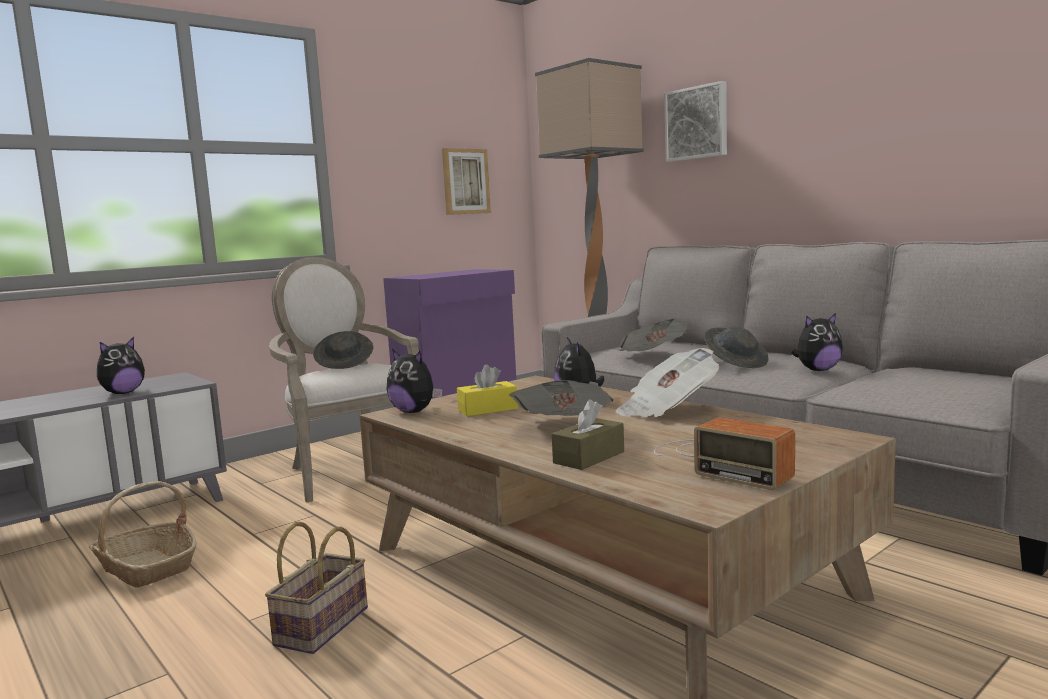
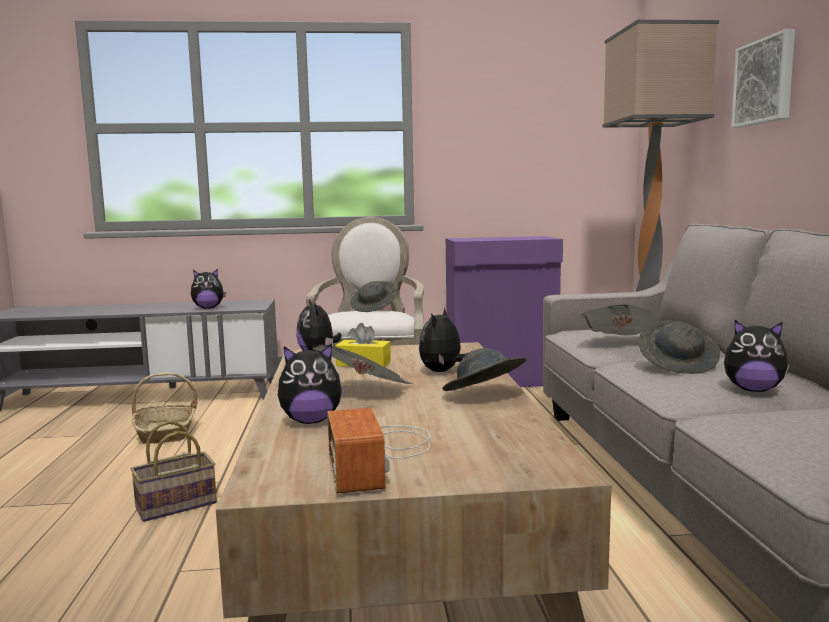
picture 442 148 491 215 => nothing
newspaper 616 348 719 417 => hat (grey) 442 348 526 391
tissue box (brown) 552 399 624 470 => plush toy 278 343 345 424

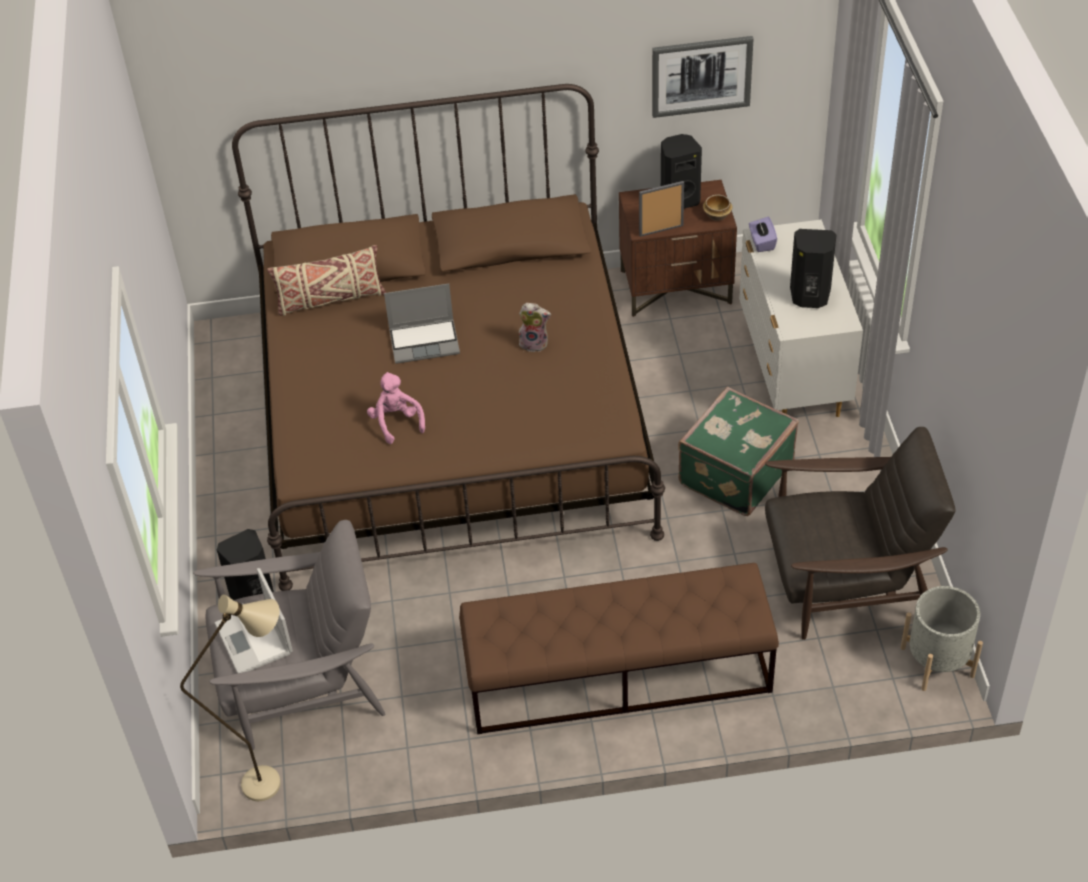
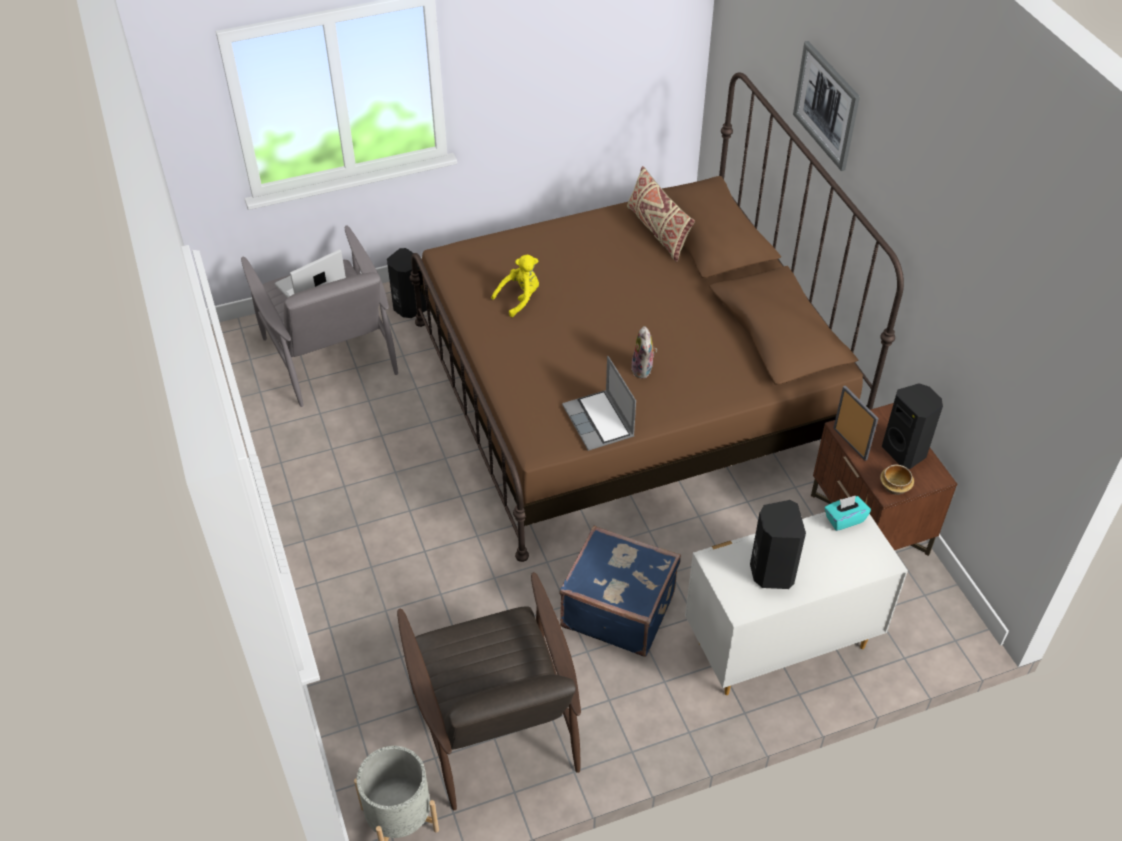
picture 652 36 754 118 => picture 793 41 860 171, relocated
tissue box (purple) 749 217 777 252 => tissue box (turquoise) 824 495 871 531
laptop 384 283 460 364 => laptop 562 356 636 451, relocated
plush toy (pink) 367 372 425 444 => plush toy (yellow) 491 255 539 317
suitcase (green) 678 387 799 516 => suitcase (blue) 559 525 681 657
bench (brown) 459 563 779 734 => nothing
floor lamp (beige) 180 594 281 801 => nothing

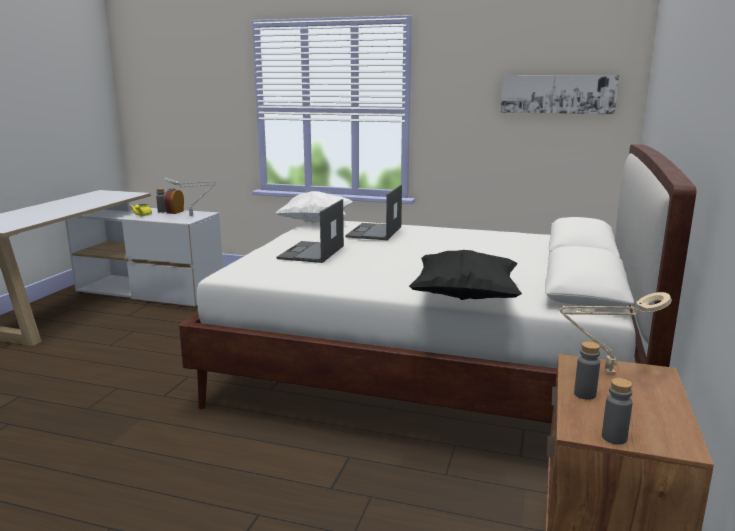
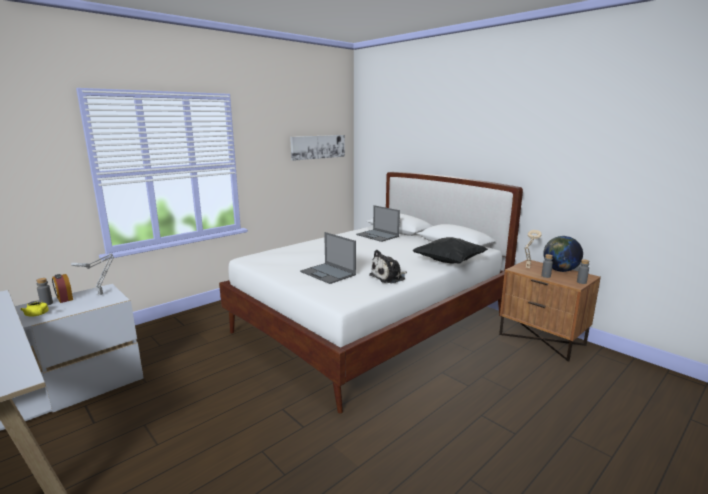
laptop 345 185 402 240 => laptop 356 205 400 242, relocated
pillow (white) 276 191 353 223 => nothing
nothing => globe 543 236 583 272
nothing => plush toy 369 250 407 283

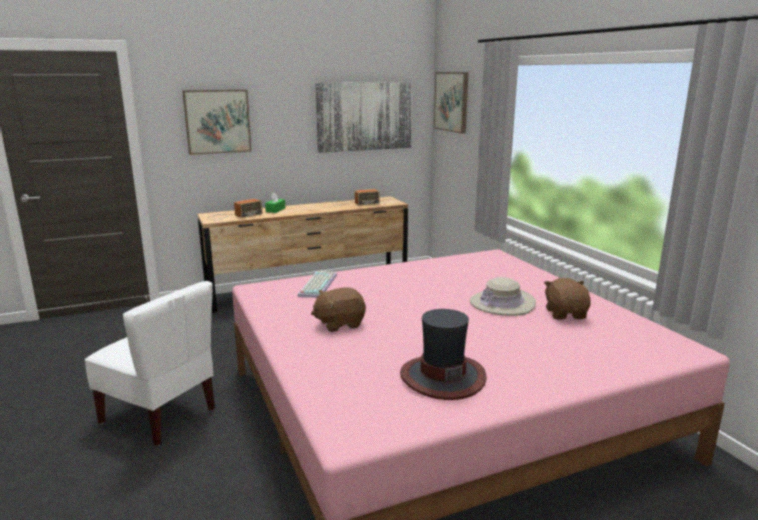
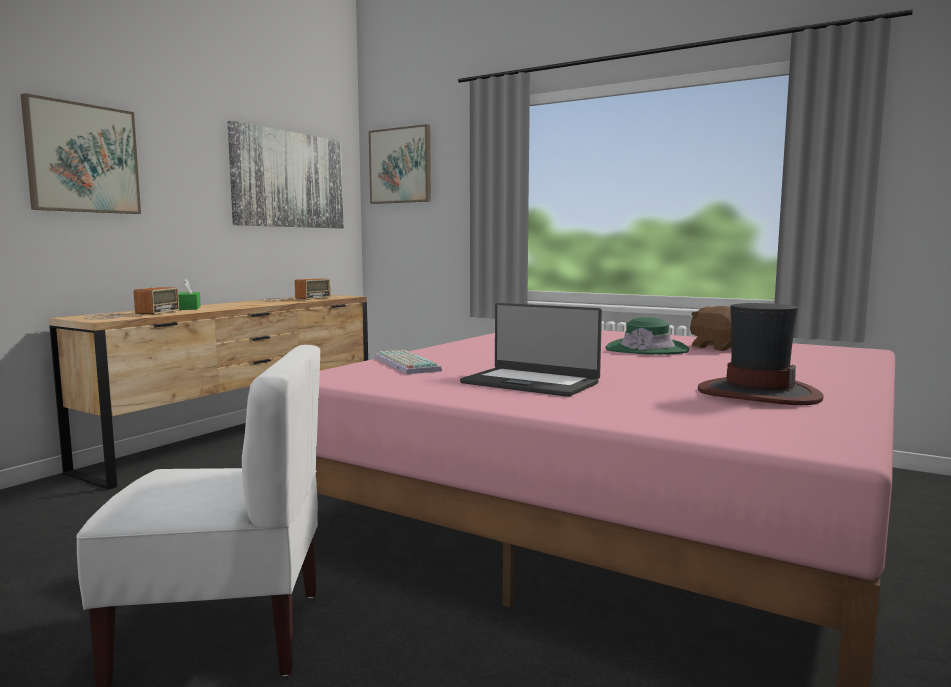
hat (beige) 470 277 536 316 => hat (green) 606 317 689 355
plush toy (brown) 311 287 366 332 => laptop 460 303 602 397

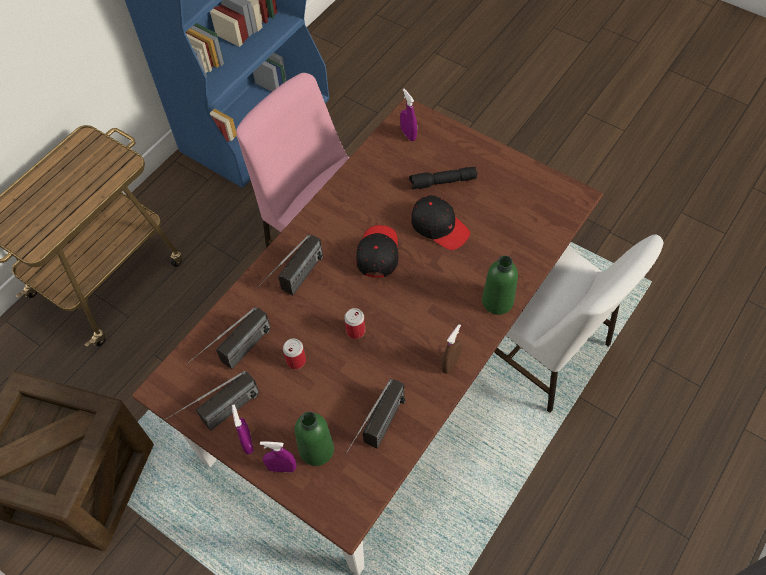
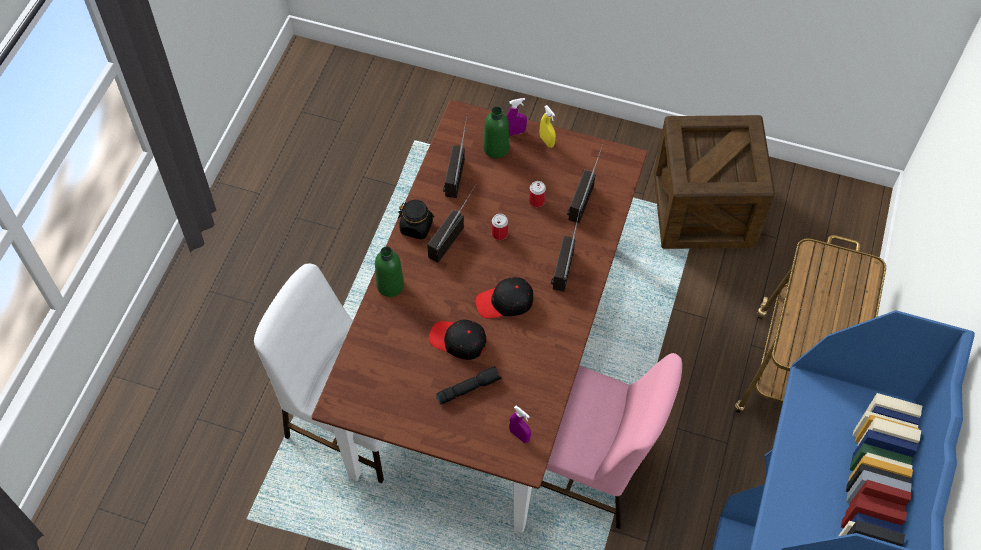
cap (black) 356 225 399 278 => cap (black) 475 277 533 318, 90 degrees clockwise
spray bottle (brown) 441 324 462 374 => jar (black) 398 200 434 240
radio 160 371 259 431 => radio 427 184 477 263, relocated
spray bottle (purple) 232 405 254 454 => spray bottle (yellow) 540 105 556 148

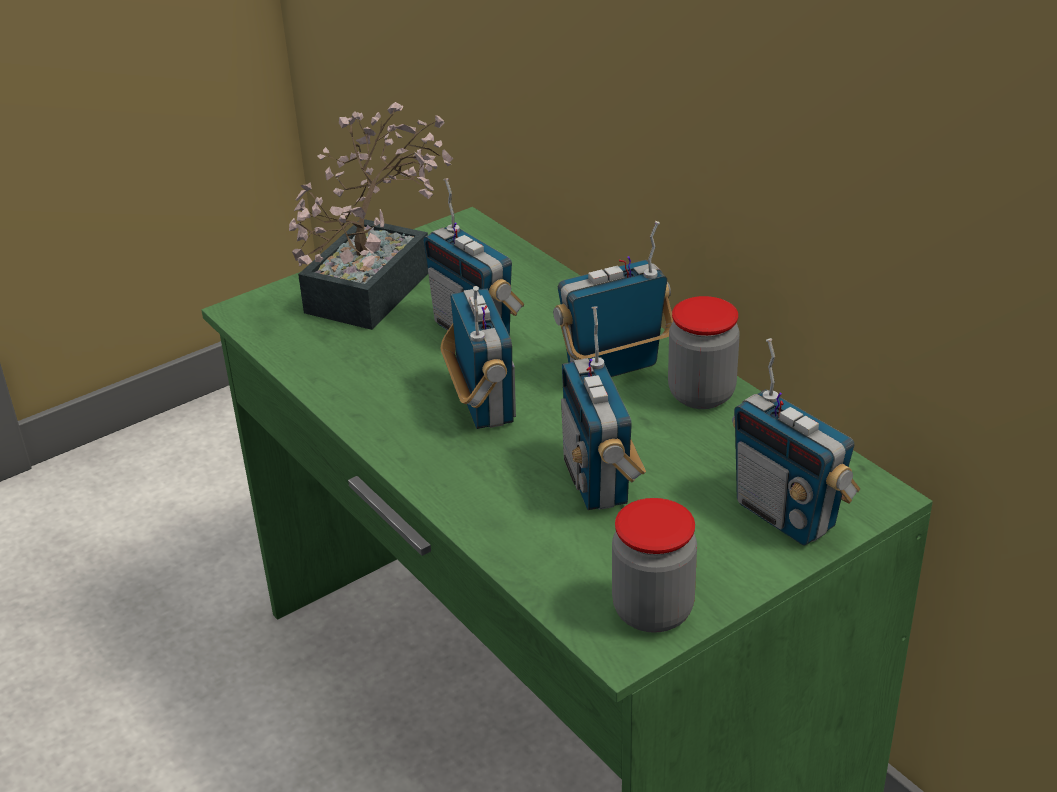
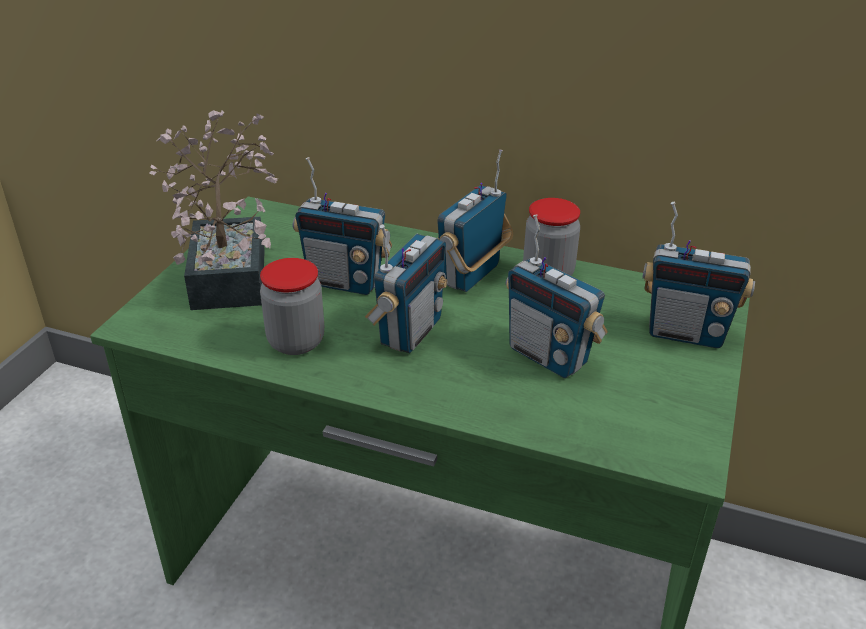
radio 441 286 516 429 => radio 365 224 448 353, 75 degrees clockwise
jar 612 498 697 633 => jar 260 258 324 355, relocated

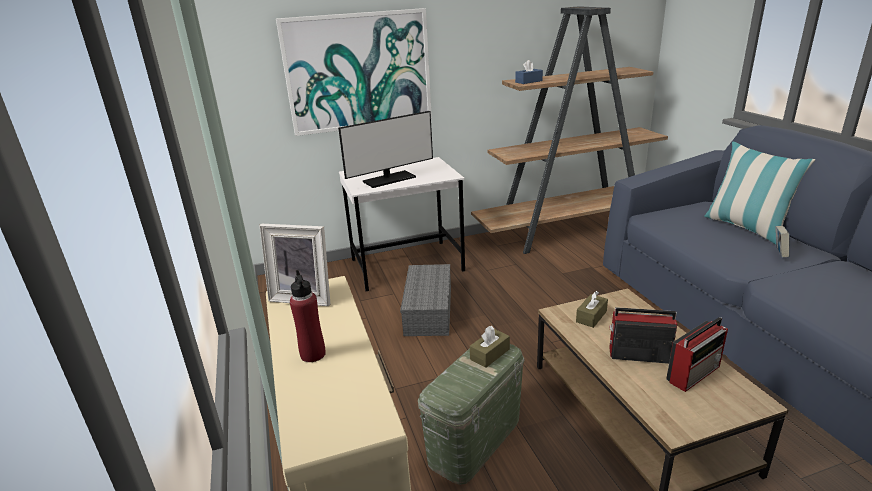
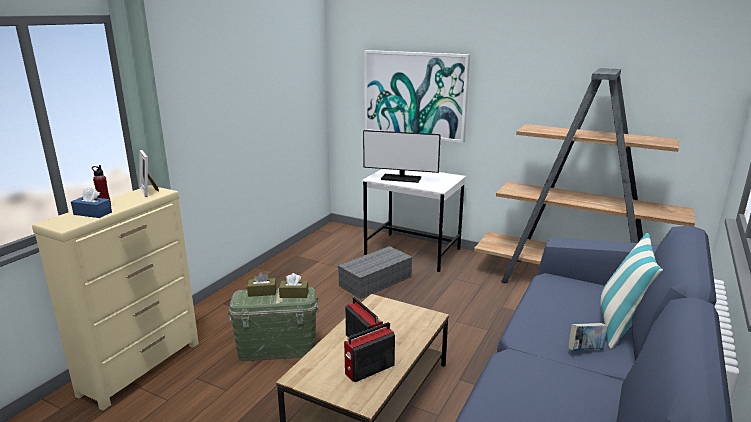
tissue box (blue) 515 60 543 84 => tissue box (blue) 71 187 112 218, relocated
tissue box (brown) 576 291 608 328 => tissue box (brown) 247 272 276 297, relocated
radio 666 317 728 392 => radio 344 322 395 382, 135 degrees clockwise

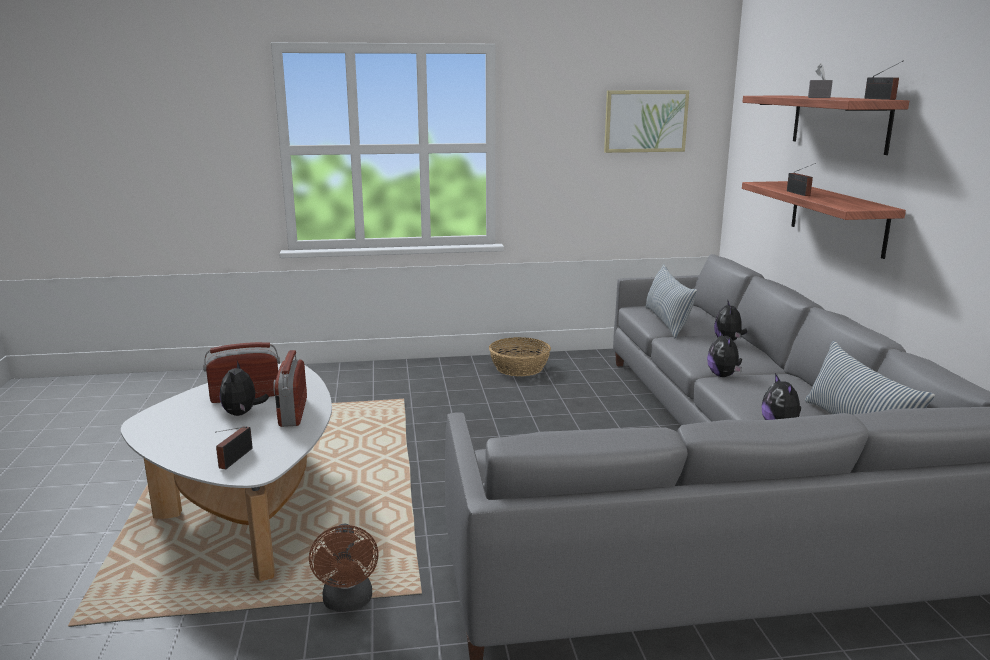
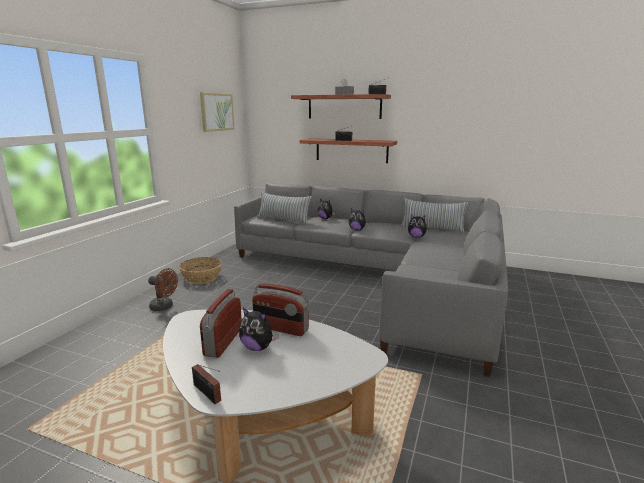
radio 215 426 253 469 => radio 192 364 221 404, relocated
fan (brown) 309 523 379 612 => fan (brown) 148 268 178 311, relocated

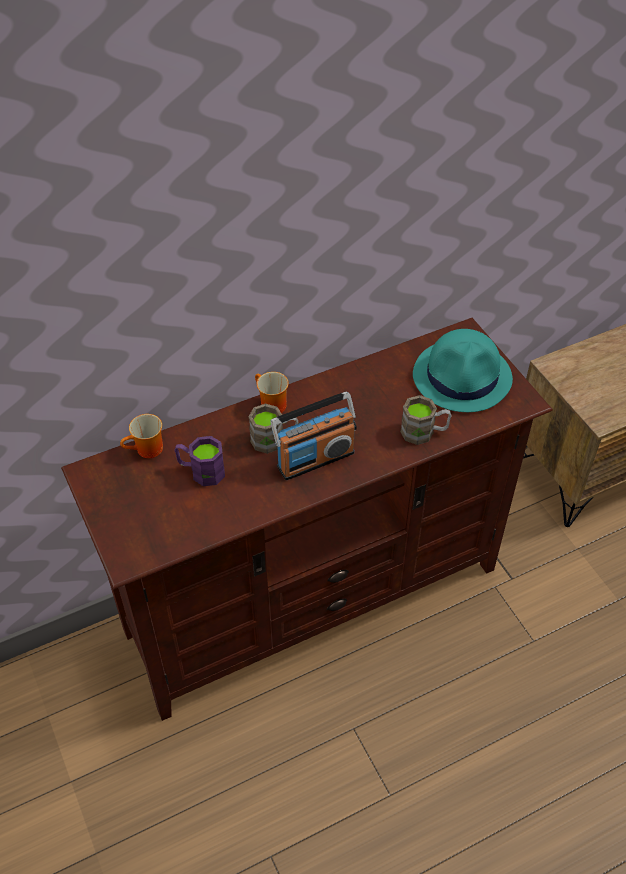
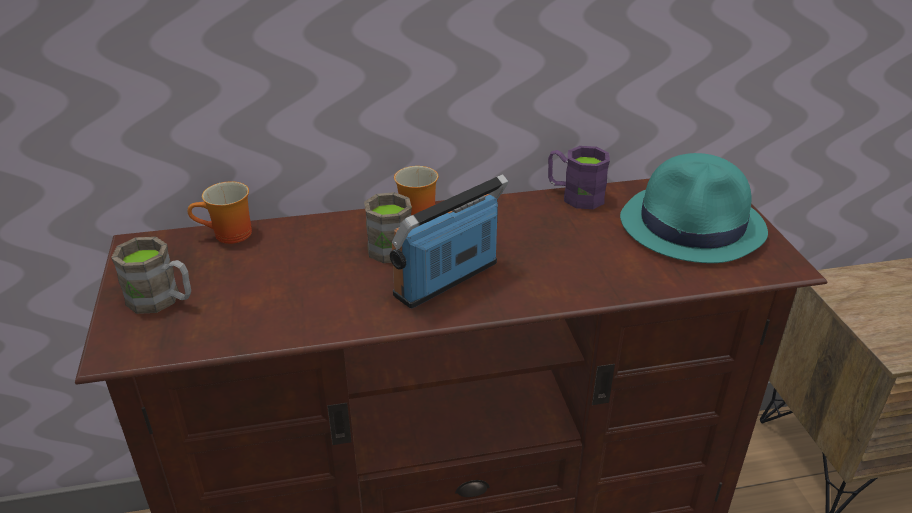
radio 270 392 357 480 => radio 390 174 509 308, 150 degrees clockwise
mug (brown) 400 395 452 445 => mug (brown) 111 237 191 314, relocated
mug (purple) 174 436 225 486 => mug (purple) 548 146 610 209, relocated

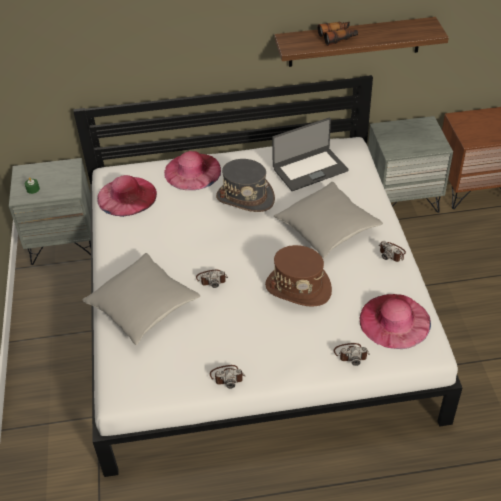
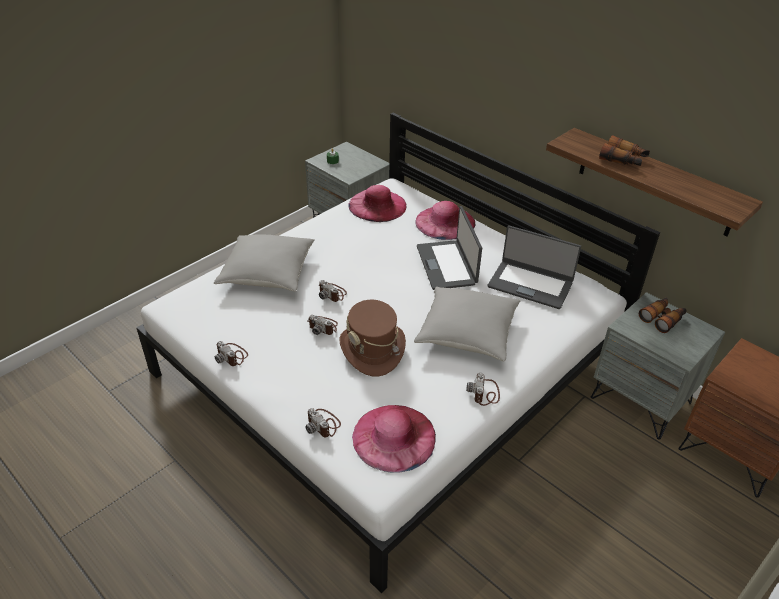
hat (grey) 216 159 275 212 => laptop 417 206 482 290
nothing => binoculars 639 297 687 333
nothing => photo camera 307 315 338 335

